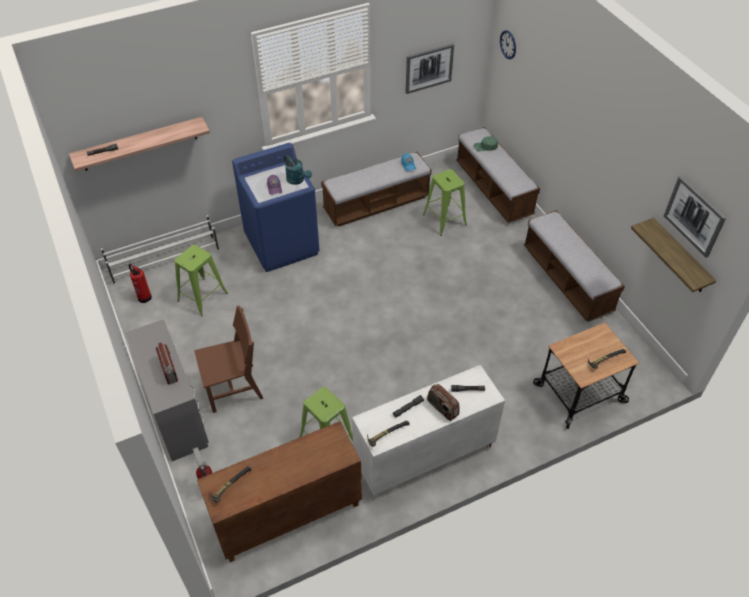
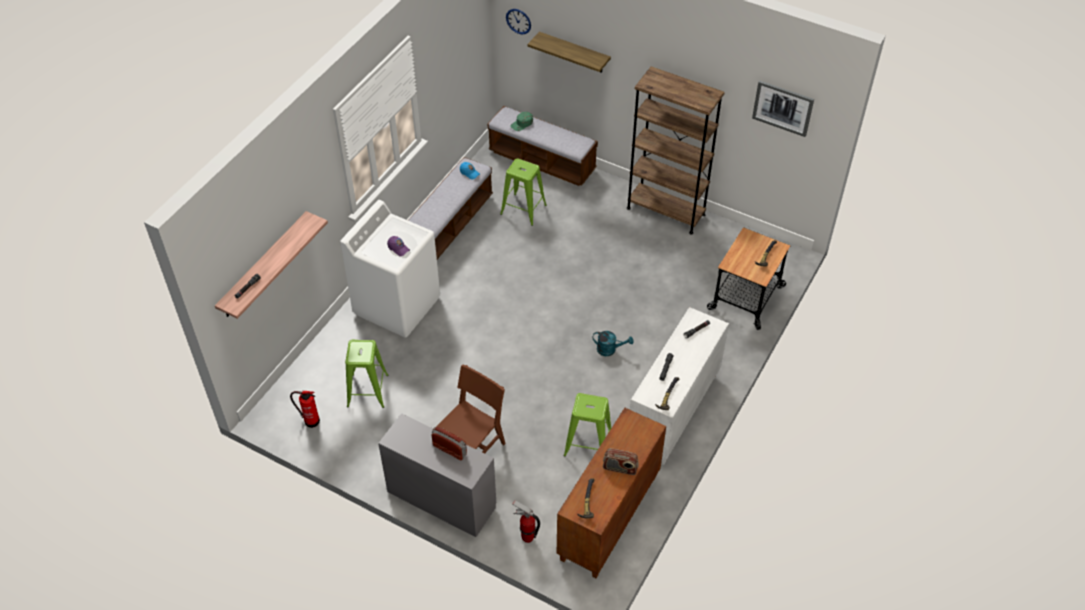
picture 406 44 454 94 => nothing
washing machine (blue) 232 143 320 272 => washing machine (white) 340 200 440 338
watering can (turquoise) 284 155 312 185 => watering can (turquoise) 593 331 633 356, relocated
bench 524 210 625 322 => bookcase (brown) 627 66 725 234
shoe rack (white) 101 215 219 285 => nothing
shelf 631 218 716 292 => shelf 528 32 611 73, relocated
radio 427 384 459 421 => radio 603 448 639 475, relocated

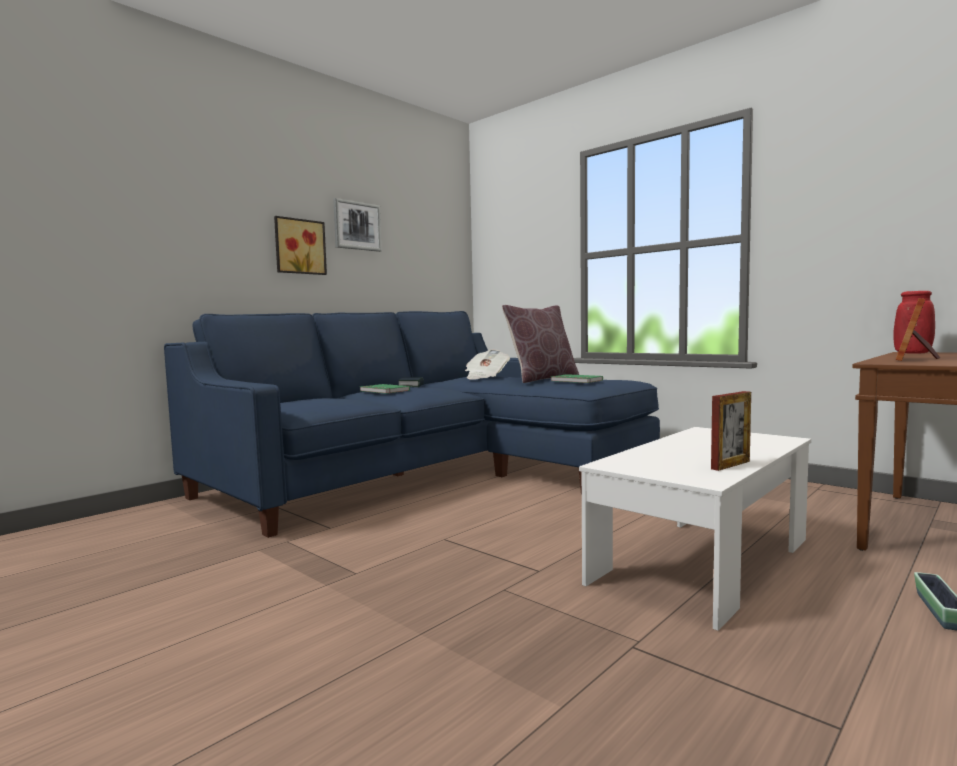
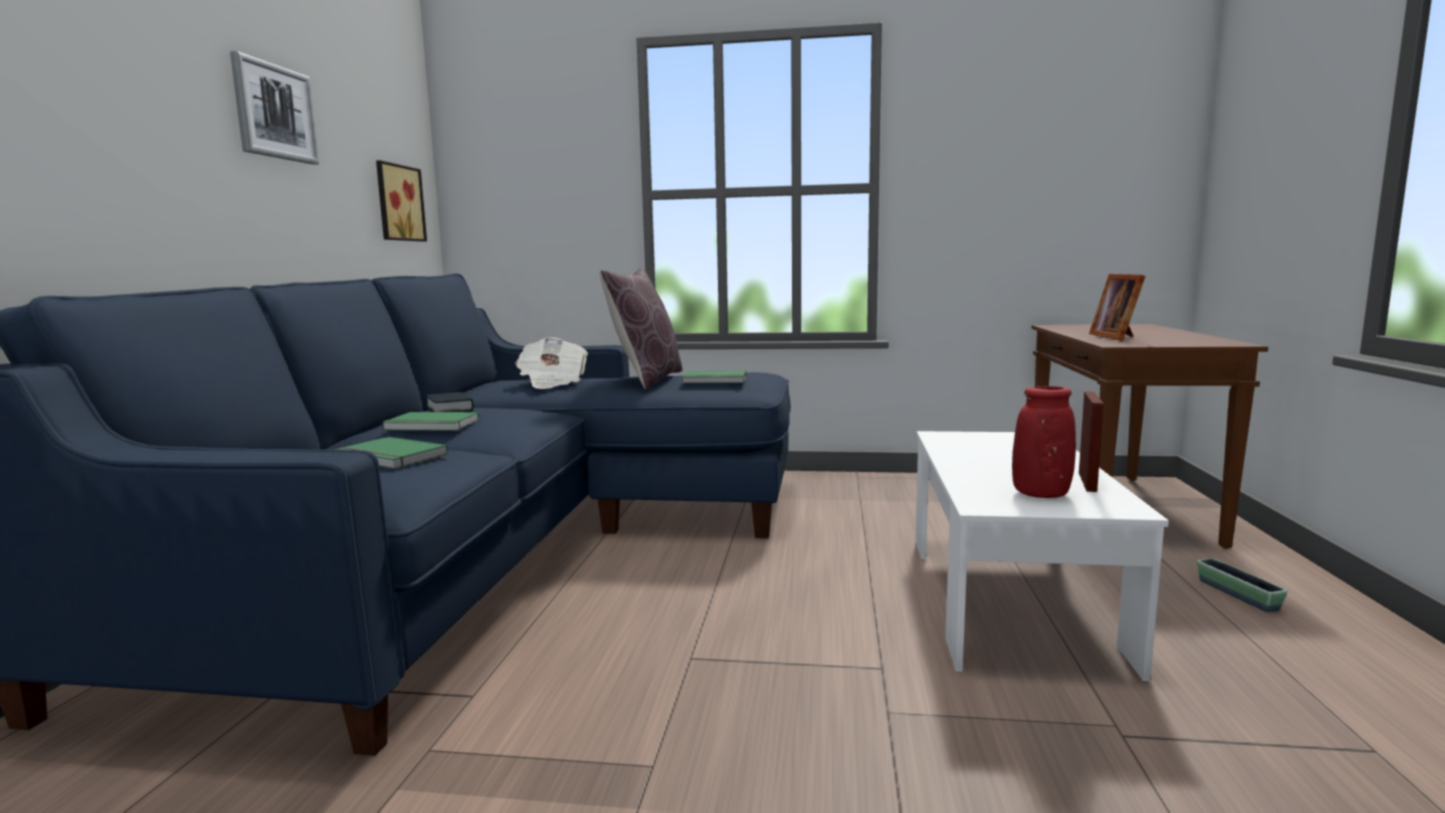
picture 274 216 327 275 => picture 376 160 427 242, relocated
vase (red) 893 291 935 354 => vase (red) 1012 386 1076 498, relocated
nothing => book (green) 334 437 448 469

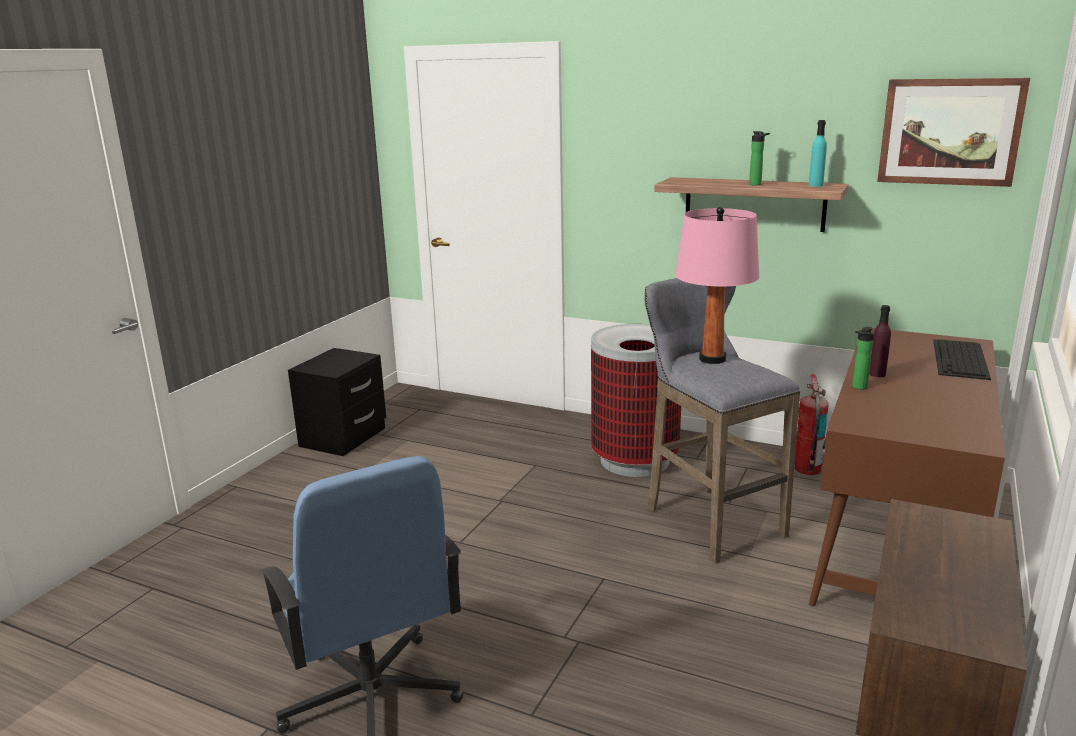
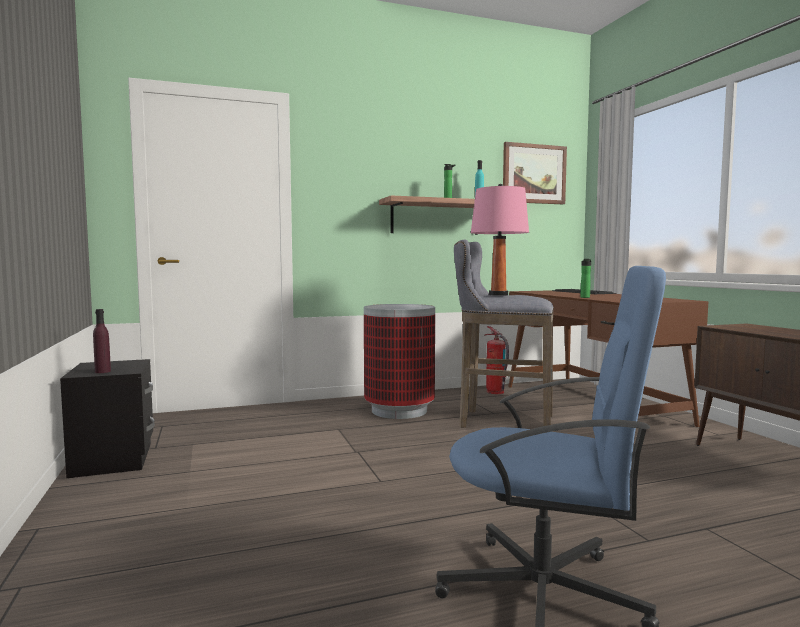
bottle (purple) 869 305 891 377 => bottle (purple) 93 309 111 373, relocated

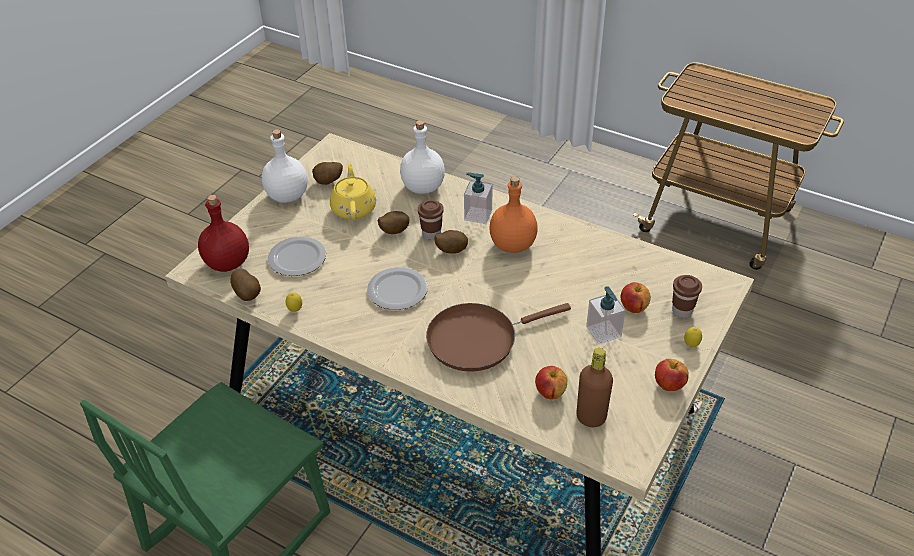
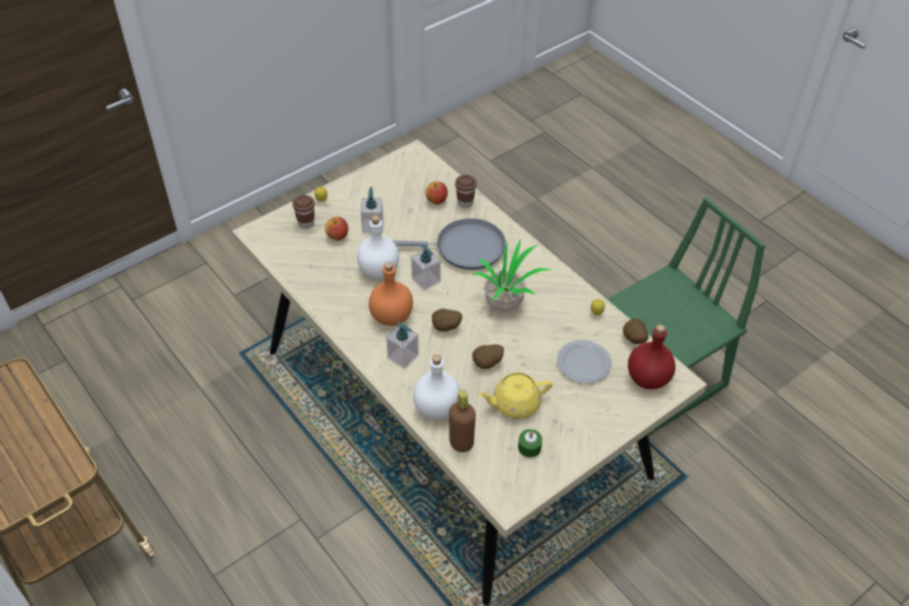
bottle (white) 262 129 308 203 => bottle (white) 357 215 399 279, relocated
potato 312 162 343 185 => candle (green) 518 429 542 457
teapot (yellow) 330 163 376 220 => teapot (yellow) 479 373 552 419, 60 degrees clockwise
cup (brown) 418 200 444 240 => cup (brown) 455 175 477 208, relocated
plate 367 267 428 310 => potted plant 472 239 551 311
frying pan (brown) 426 303 571 372 => frying pan (grey) 393 218 506 270
bottle (brown) 577 348 613 427 => bottle (brown) 449 390 476 452, relocated
apple 655 359 689 391 => nothing
nothing => soap dispenser 411 244 441 291

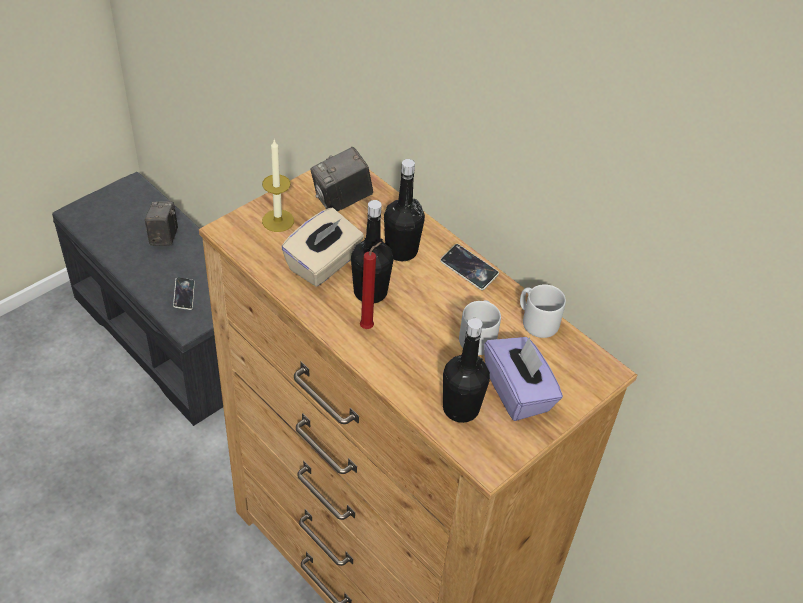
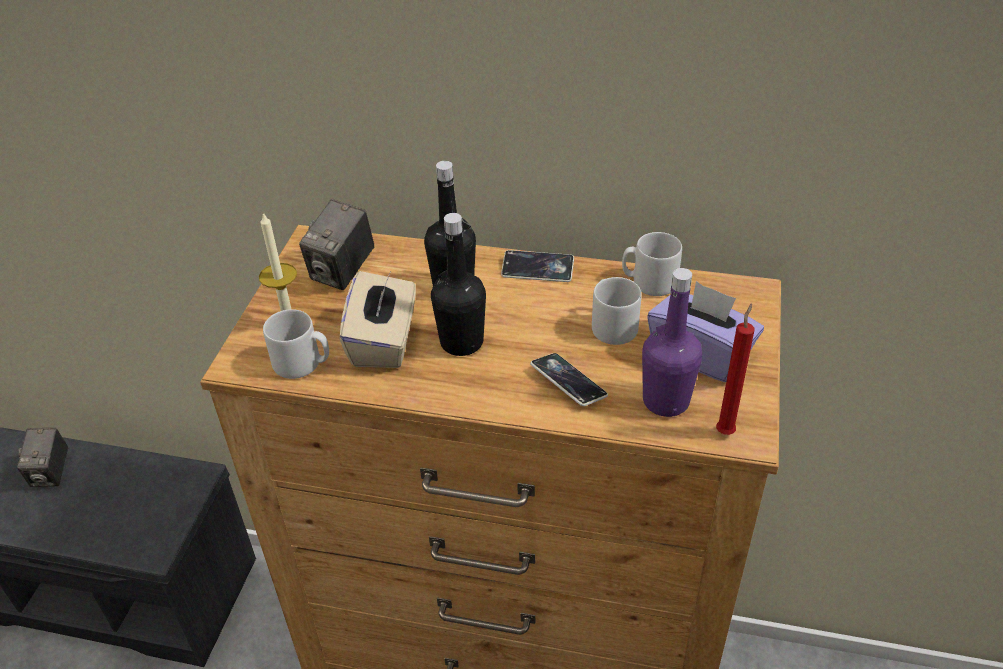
photo camera 145 201 178 246 => photo camera 17 428 69 487, 150 degrees counterclockwise
candle (red) 360 242 381 329 => candle (red) 716 303 754 435, relocated
phone 173 277 195 310 => phone 530 353 608 406, relocated
bottle (black) 443 318 490 423 => bottle (purple) 642 268 702 417
nothing => mug (grey) 263 309 329 379

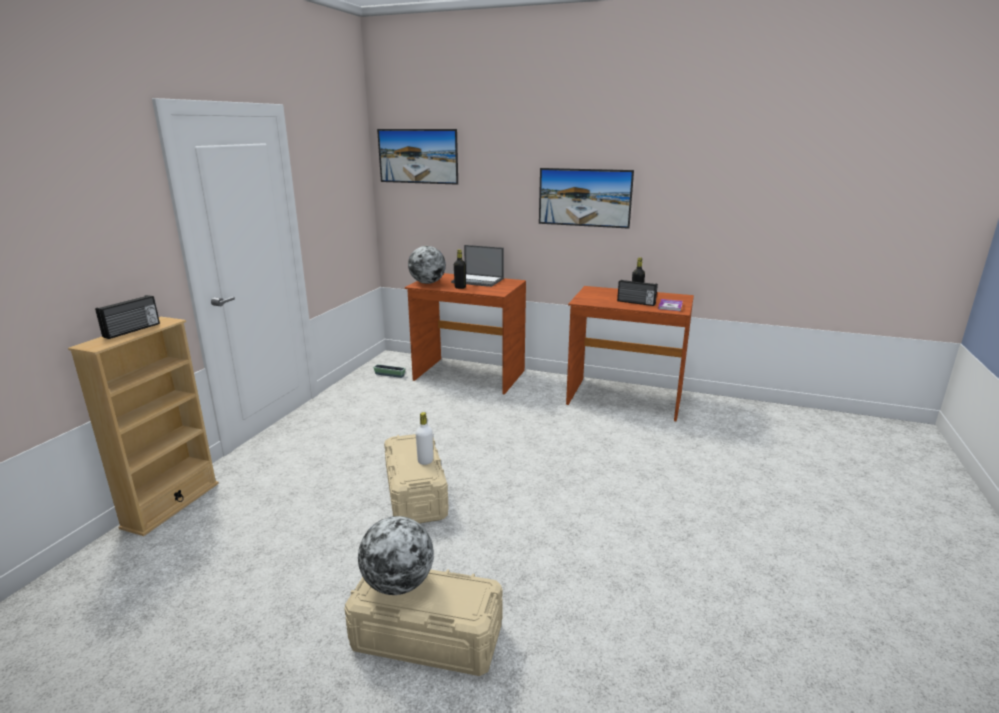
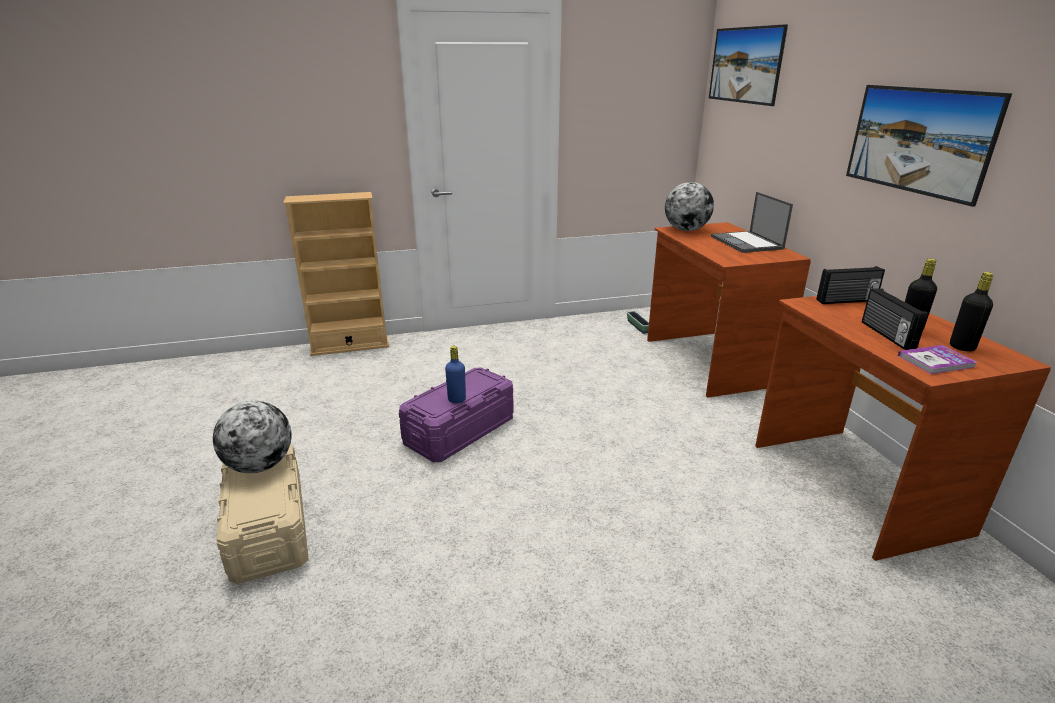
bottle (black) 454 249 466 289 => bottle (black) 950 272 993 352, relocated
radio 95 295 160 339 => radio 816 266 885 304, relocated
bottle (white) 416 412 433 465 => bottle (blue) 445 346 466 403
storage box (beige) 384 434 449 523 => storage box (purple) 399 368 514 462

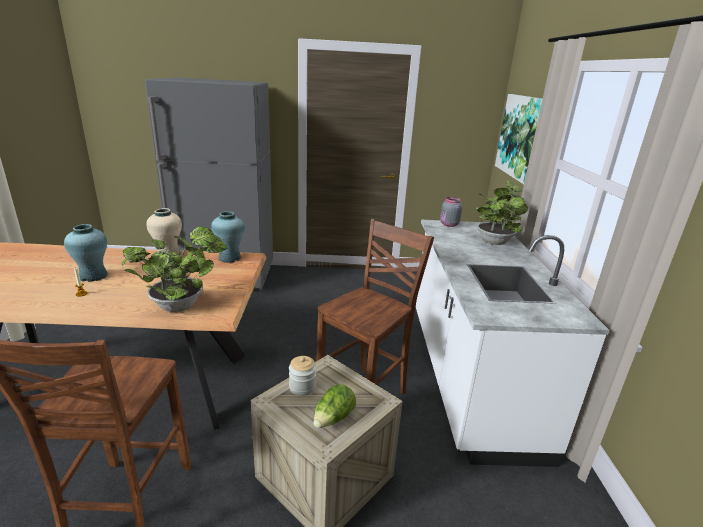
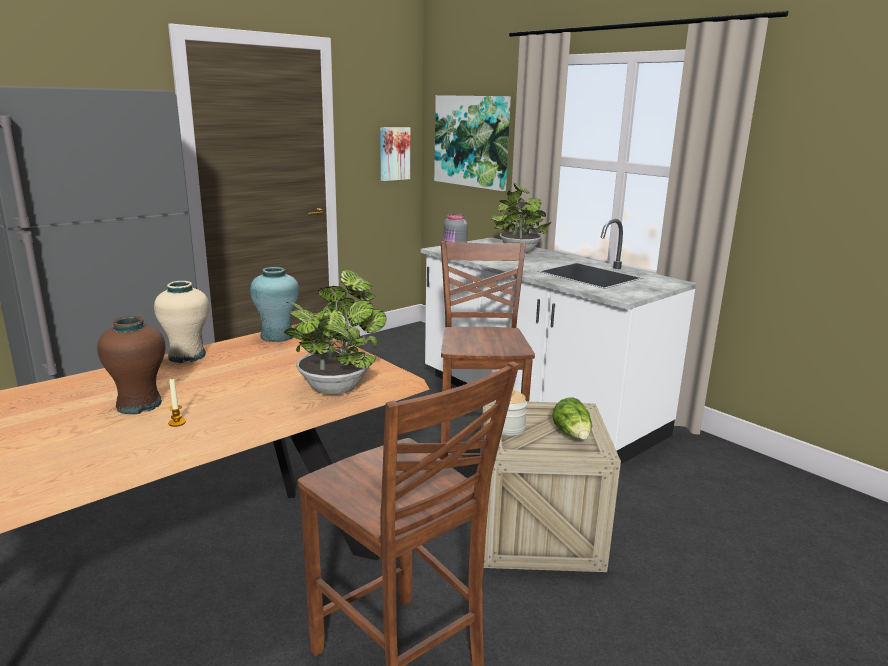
vase (turquoise) 64 224 108 282 => vase (brown) 97 316 166 414
nothing => picture 380 127 410 181

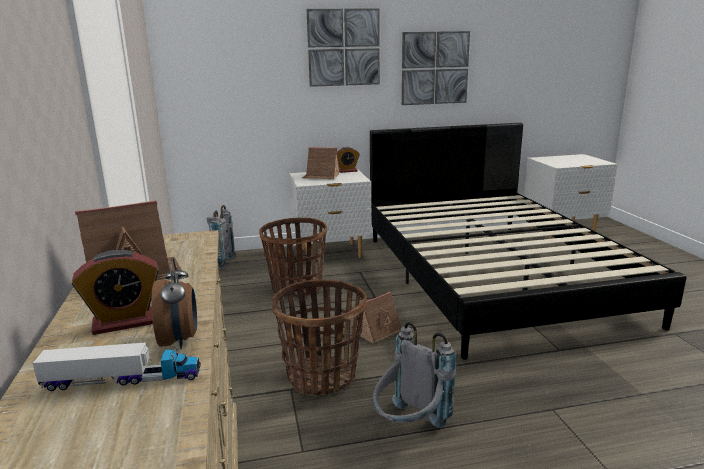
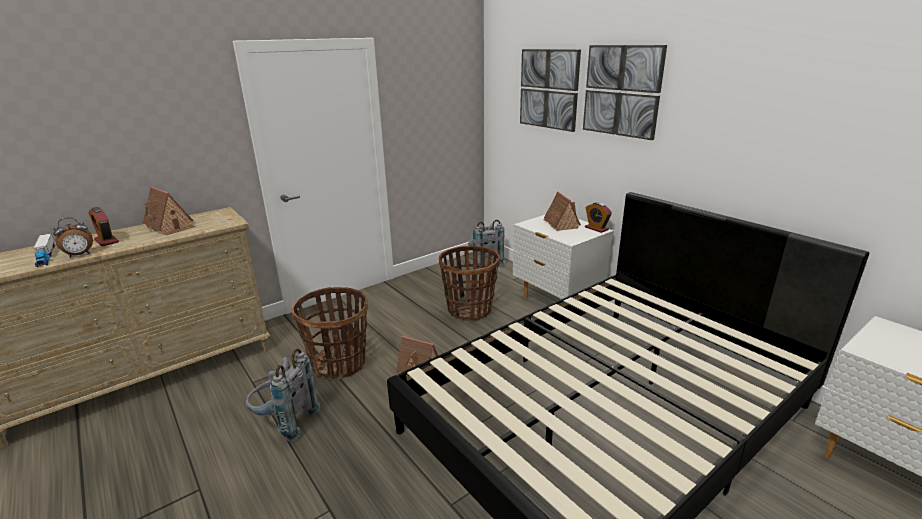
picture 402 31 470 105 => picture 520 49 581 132, relocated

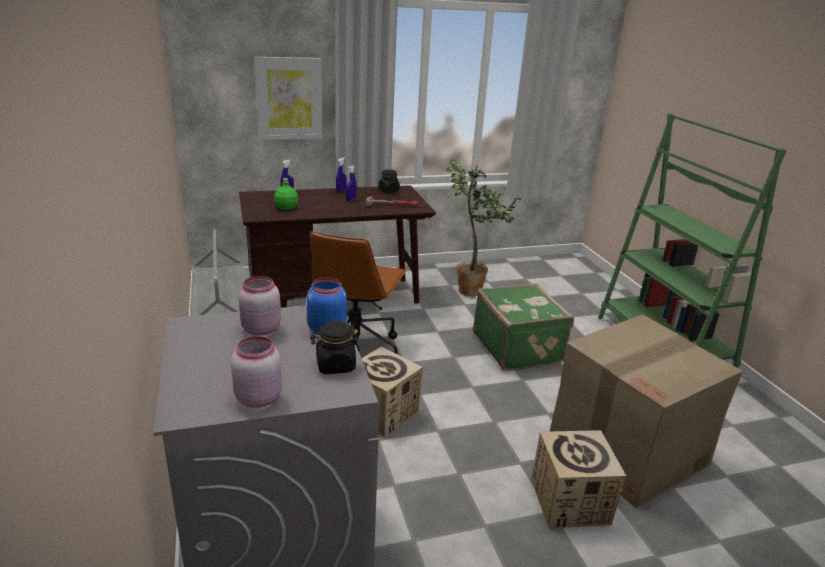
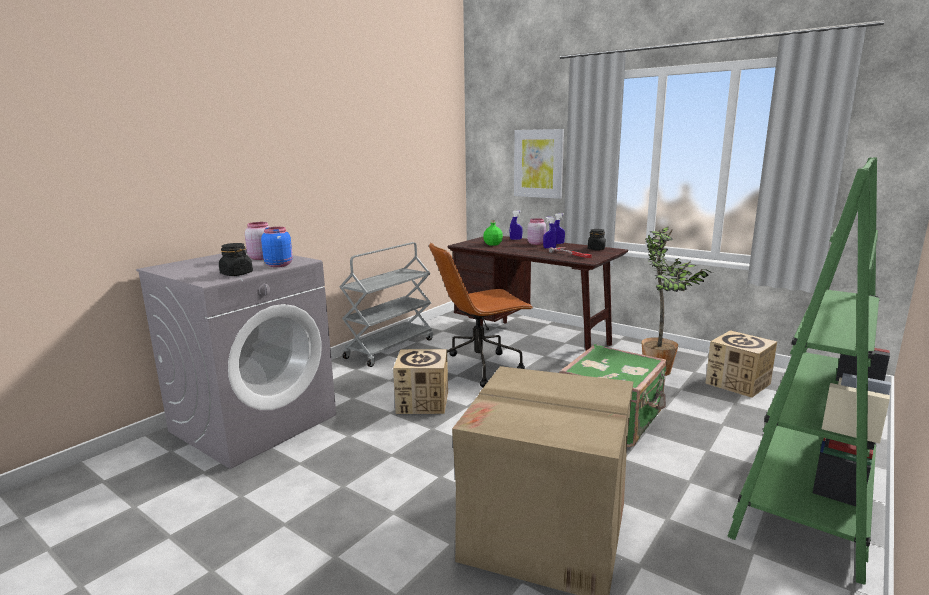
jar (pink) 231 336 282 408 => jar (pink) 527 218 546 245, relocated
cardboard box 531 430 627 528 => cardboard box 705 330 777 398, relocated

